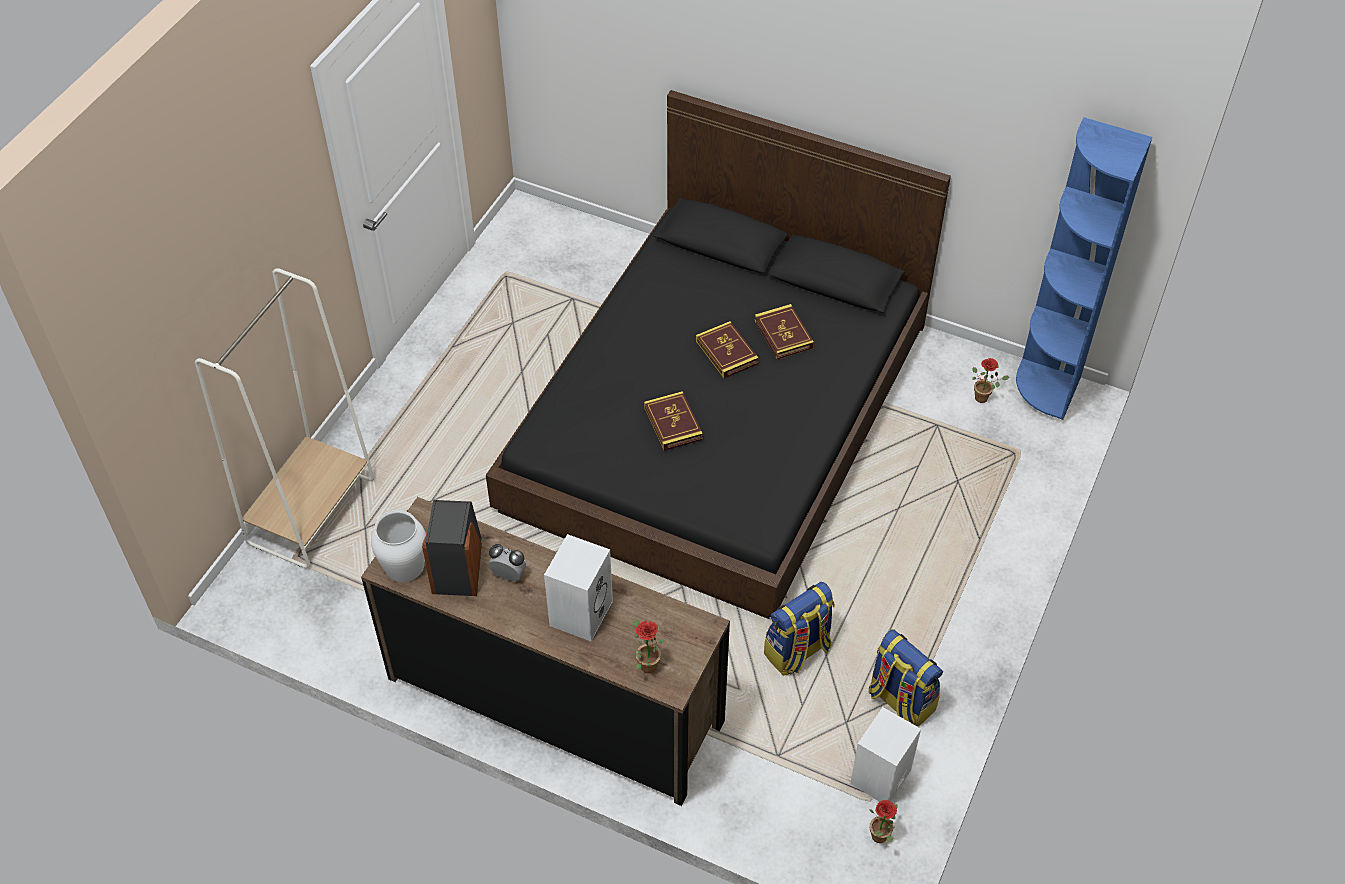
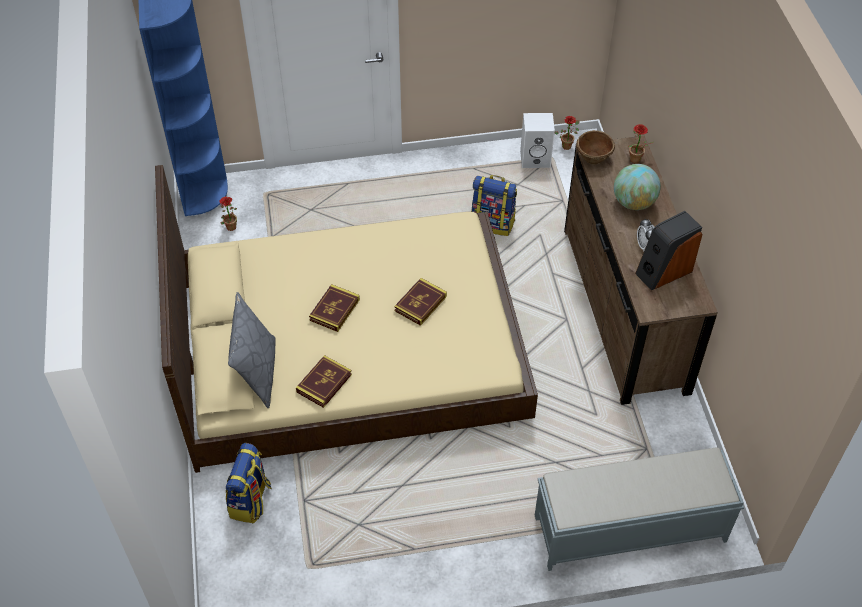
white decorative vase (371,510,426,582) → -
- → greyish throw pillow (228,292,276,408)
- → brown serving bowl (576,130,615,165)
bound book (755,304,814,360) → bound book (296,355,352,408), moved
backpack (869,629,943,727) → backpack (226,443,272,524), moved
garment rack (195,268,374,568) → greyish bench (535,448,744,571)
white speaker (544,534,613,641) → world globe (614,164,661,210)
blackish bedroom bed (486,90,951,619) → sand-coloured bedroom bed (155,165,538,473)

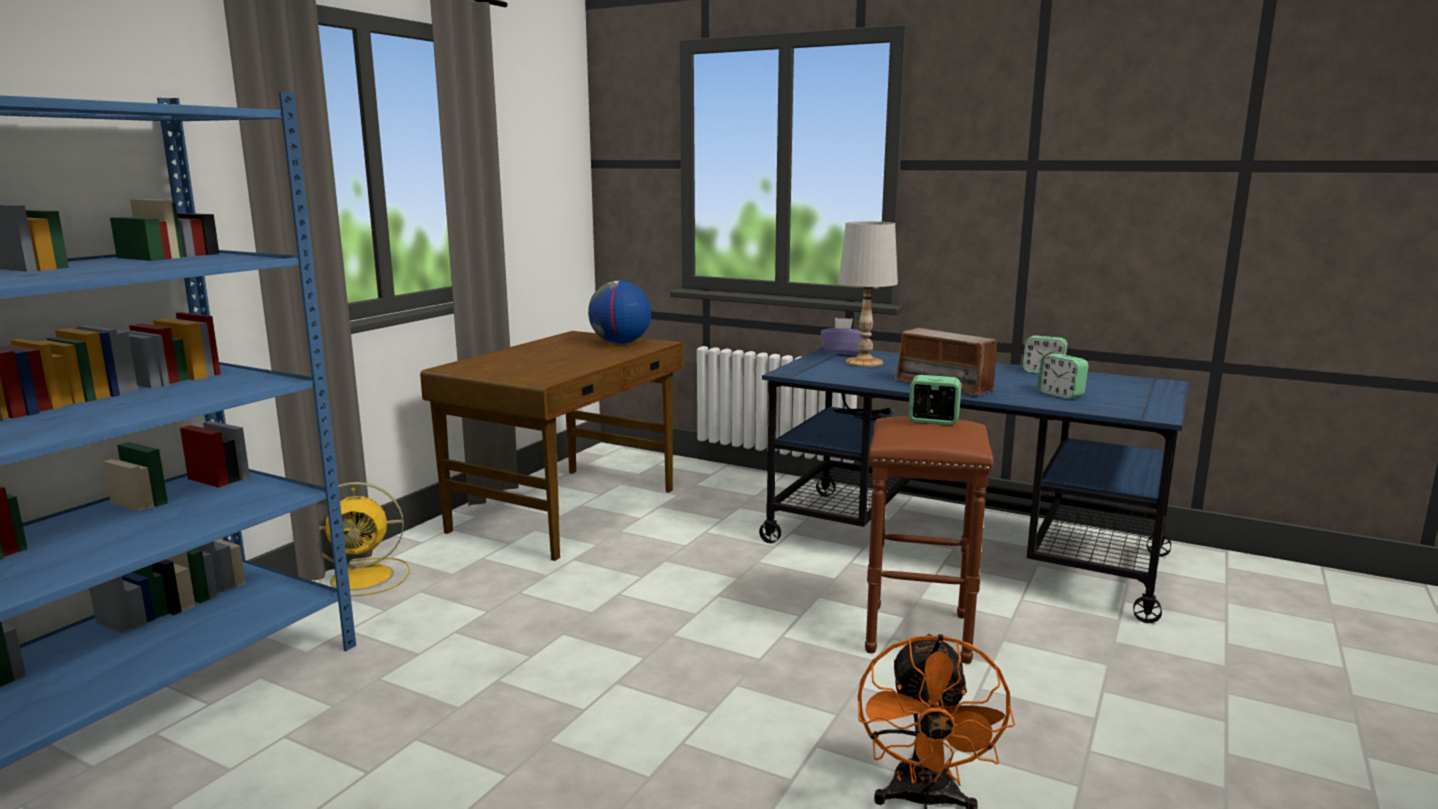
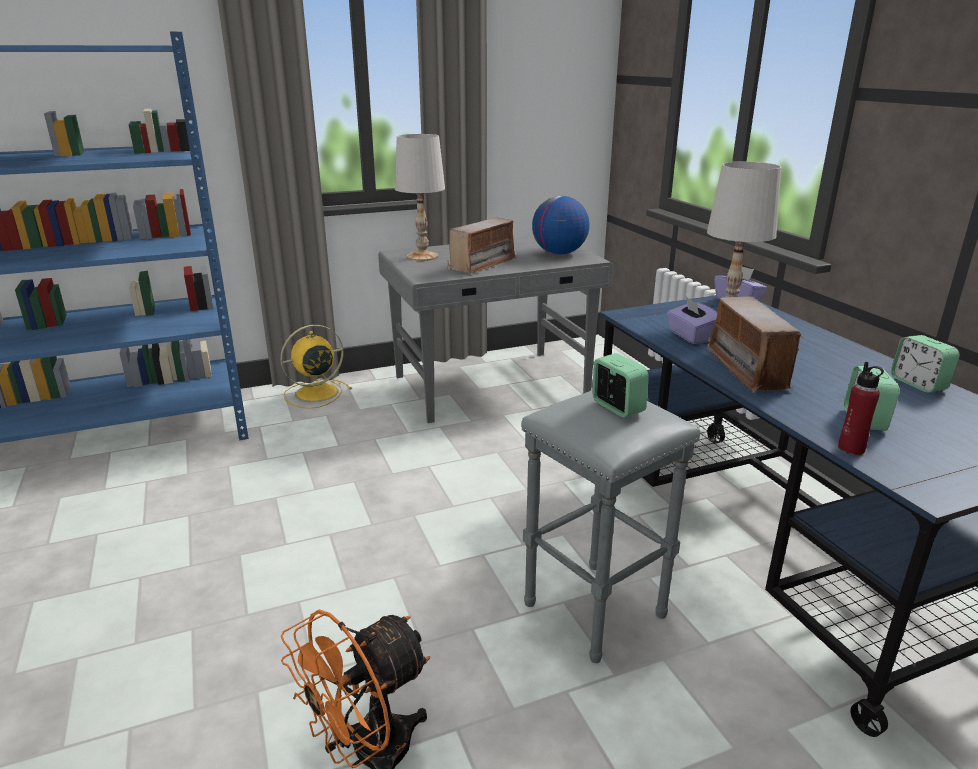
- → white lamp for a table (395,134,445,261)
- → radio receiver (447,217,516,274)
- → purplish tissue box (667,297,718,344)
- → red-coloured bottle (838,362,884,455)
brown desk unit (420,331,684,561) → greyish desk unit (378,236,613,423)
brown sitting stool (865,416,994,664) → greyish sitting stool (521,390,700,663)
yellowish fan (315,482,409,597) → yellowish fan (280,325,352,409), 120 degrees clockwise

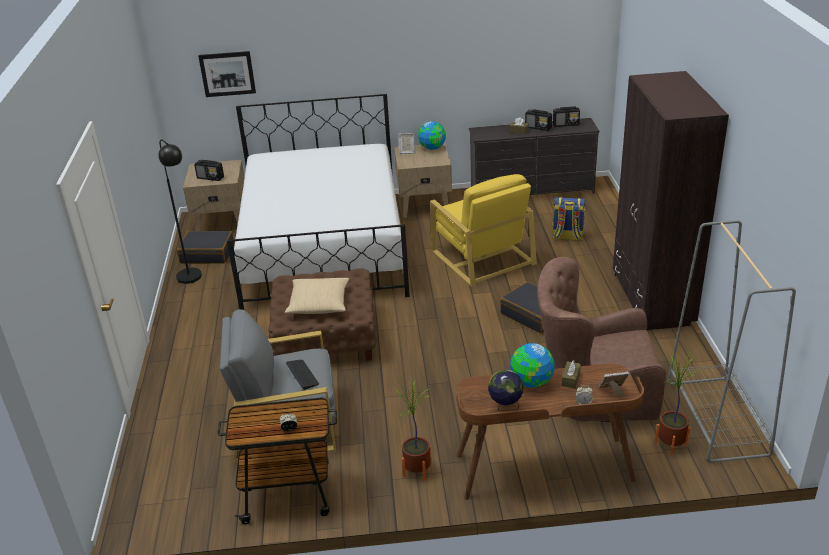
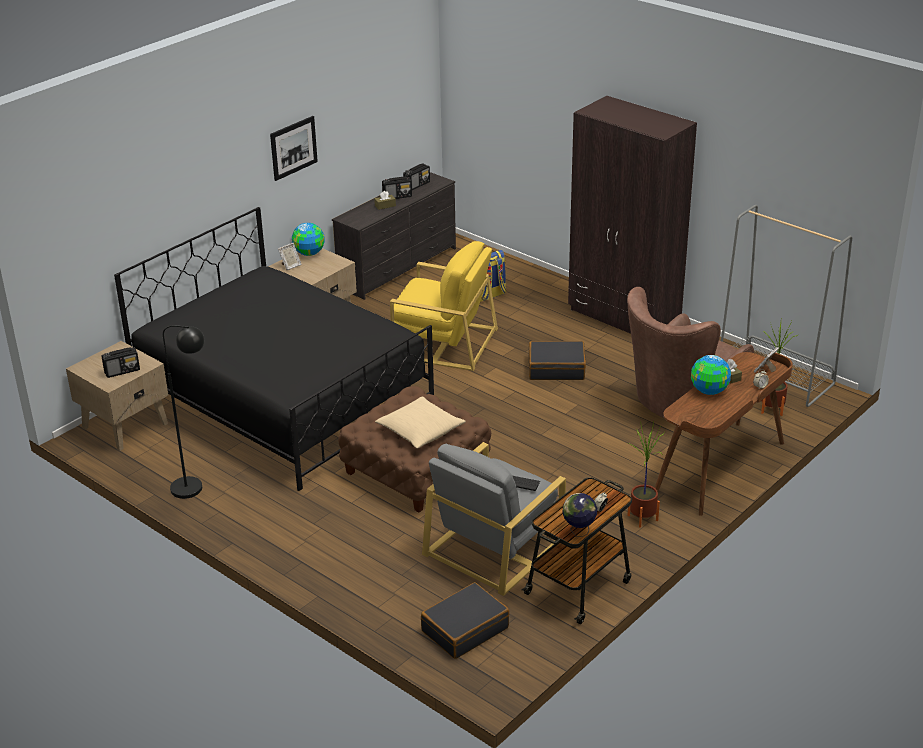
blackish piece of luggage (177,231,234,264) → blackish piece of luggage (421,582,509,659), moved
wall art (198,51,256,97) → wall art (270,116,318,181), moved
world globe (488,370,524,412) → world globe (562,493,597,537), moved
white bedroom bed (227,94,410,310) → blackish bedroom bed (114,207,434,491)

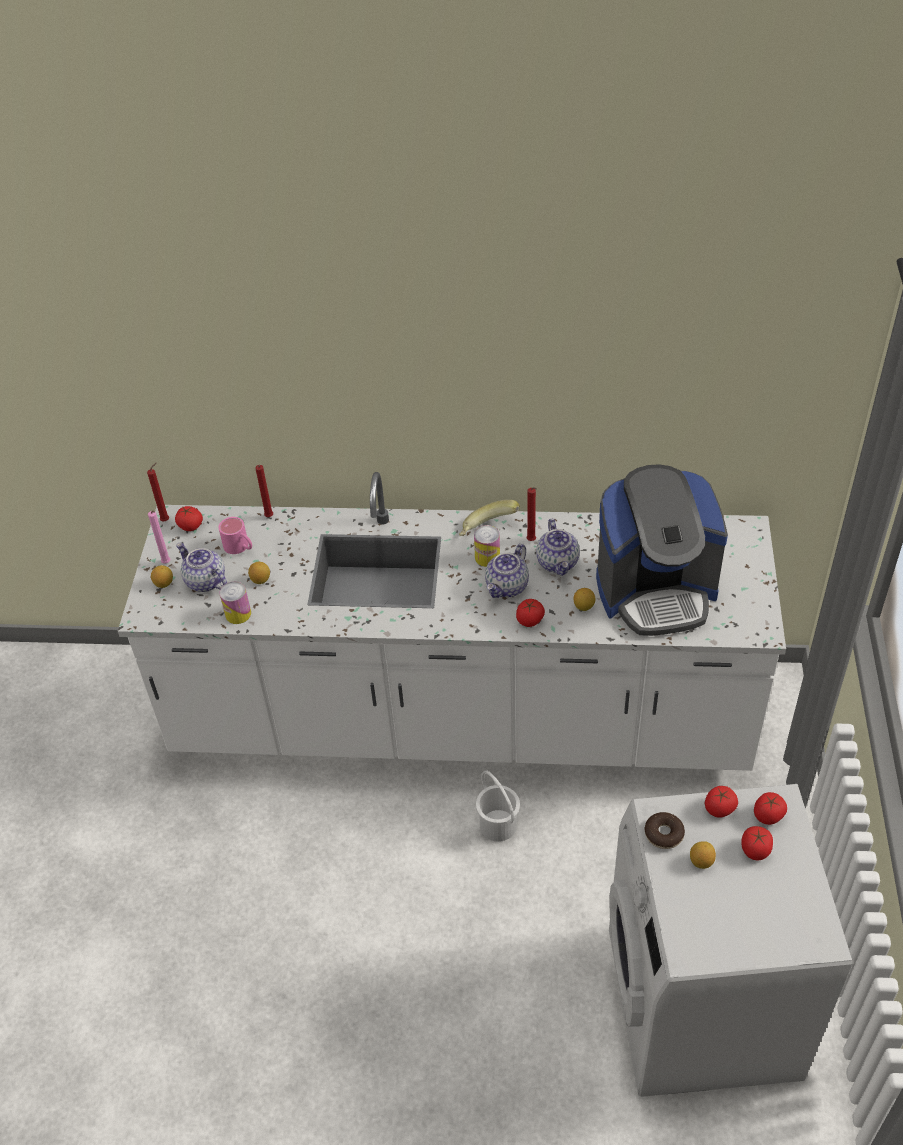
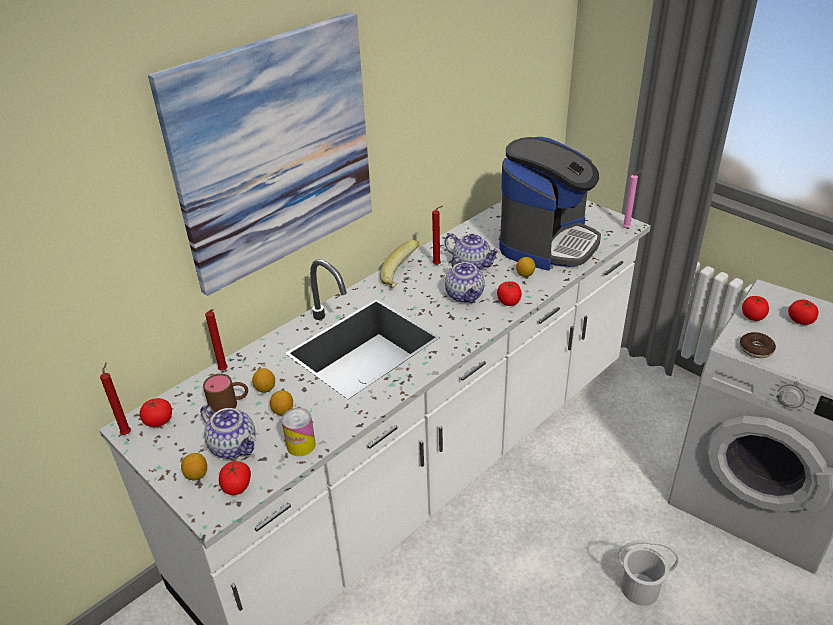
sealed can (474,525,500,567) → -
- → wall art (148,12,372,296)
pink-coloured wax candle (148,511,171,564) → pink-coloured wax candle (623,170,642,228), moved
white water bucket (476,771,520,842) → white water bucket (618,540,679,606), moved
lemon (690,841,716,869) → lemon (252,368,275,393), moved
fresh tomato (754,792,787,825) → fresh tomato (219,461,251,495), moved
pink-coloured coffee mug (219,517,252,554) → brown coffee mug (203,374,248,412)
teapot (176,543,227,592) → teapot (200,405,256,459), 135 degrees counterclockwise

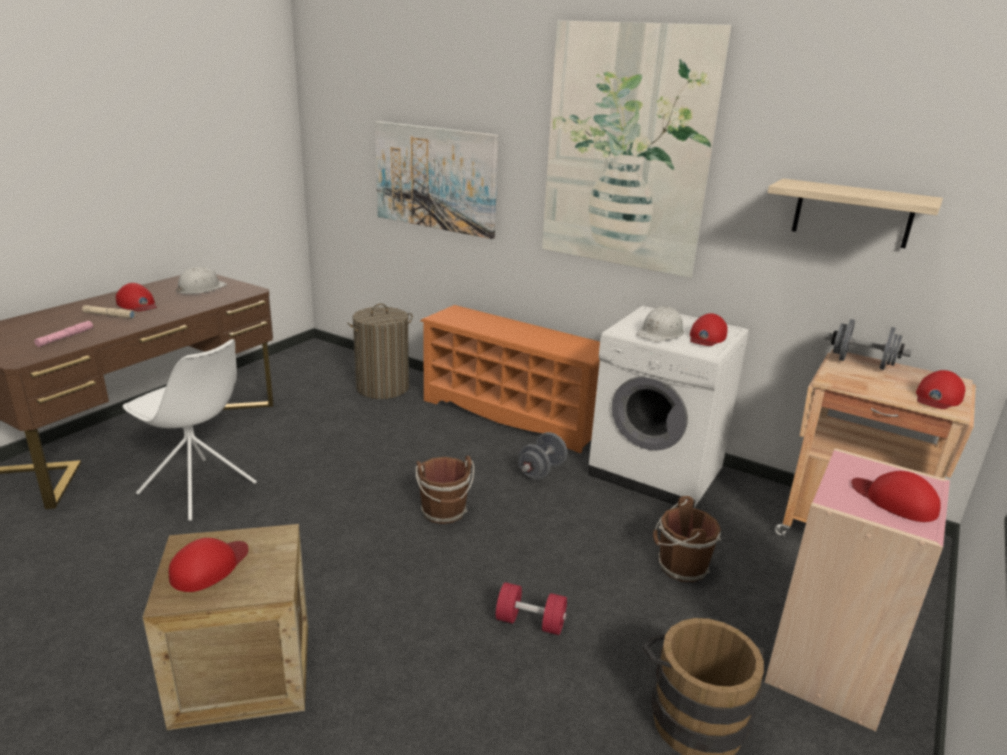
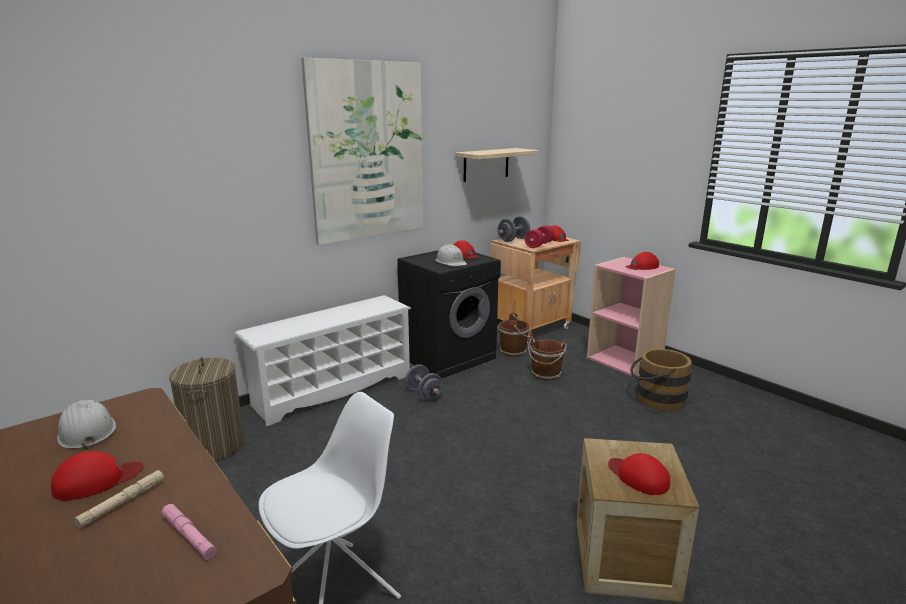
wall art (375,121,499,239) → -
brown water bucket (416,456,474,524) → brown water bucket (498,313,532,357), moved
red-coloured dumbbell (496,582,567,635) → red-coloured dumbbell (525,225,554,248), moved
orange shoe shelf (420,305,600,453) → white shoe shelf (234,295,412,426)
white laundry machine (588,306,749,508) → blackish laundry machine (397,250,501,378)

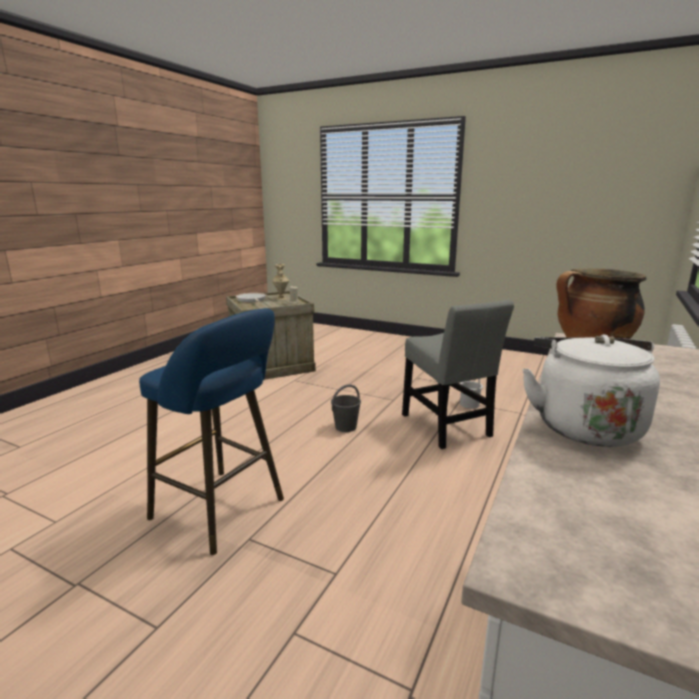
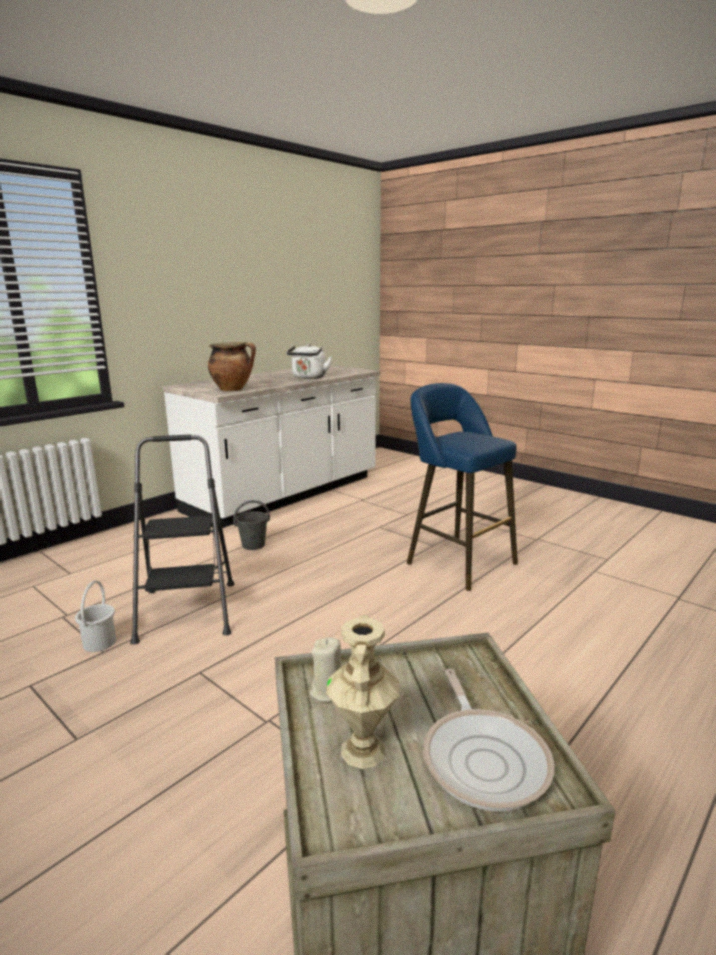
greyish water bucket (331,384,361,432) → greyish water bucket (234,500,270,550), moved
greyish chair (402,300,514,449) → blackish step ladder (130,435,235,645)

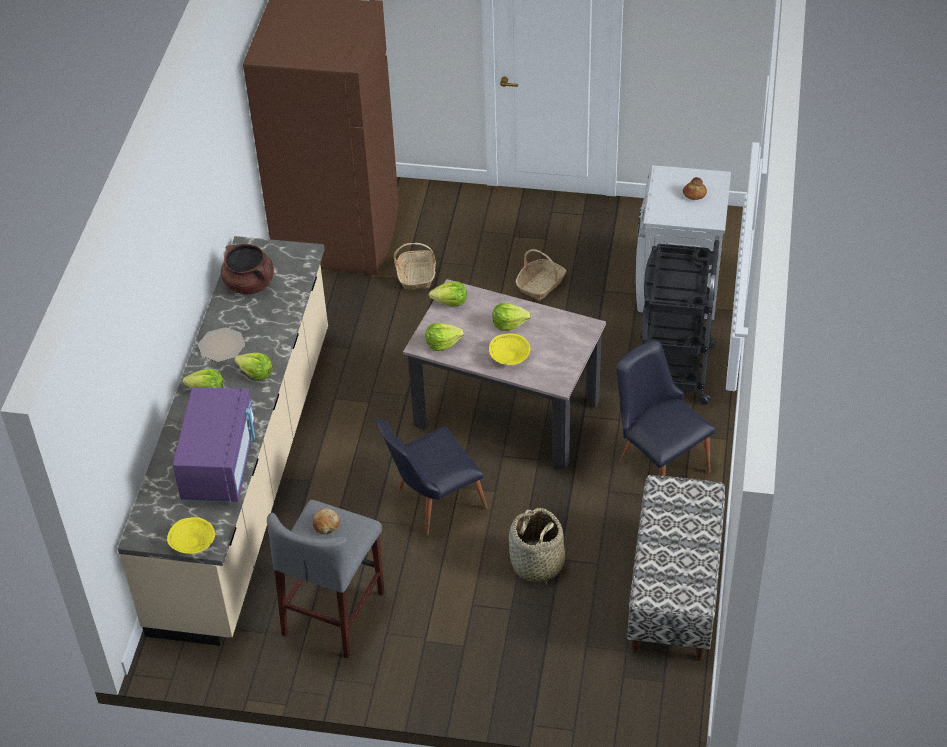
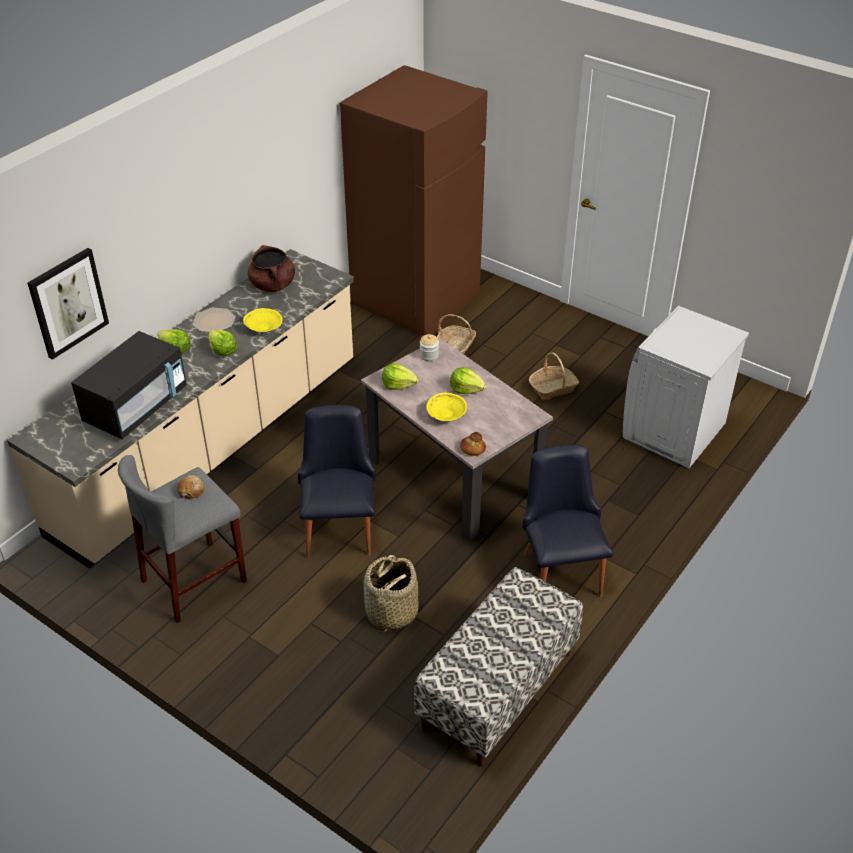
blackish wheeled cart (640,236,719,405) → -
- → wall art (28,248,109,360)
yellowish serving bowl (167,517,215,554) → yellowish serving bowl (243,308,283,332), moved
bread (683,177,707,200) → bread (460,432,486,456), moved
lettuce head (429,281,467,306) → preserve jar (420,334,439,361)
purplish kitchen microwave (173,387,255,502) → blackish kitchen microwave (71,331,187,439)
blackish chair (376,418,488,535) → blackish chair (298,405,376,558), 90 degrees clockwise

